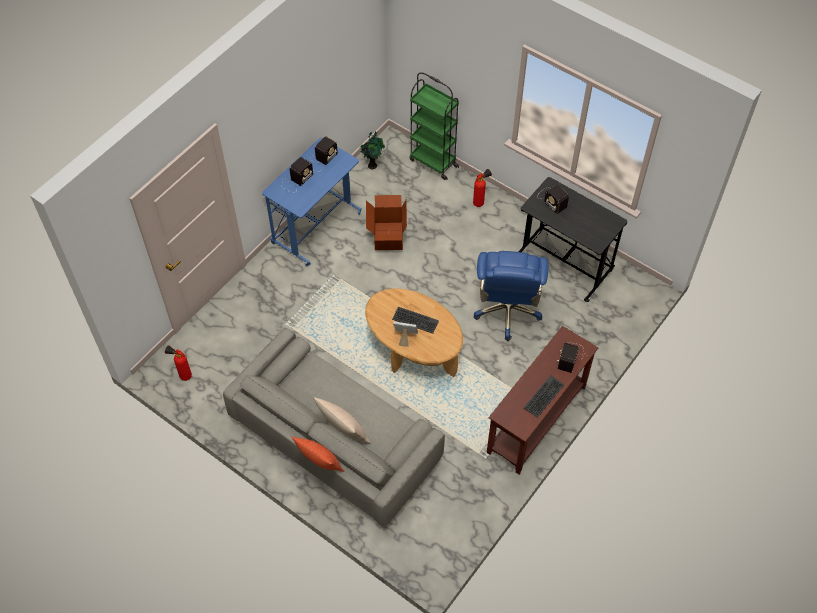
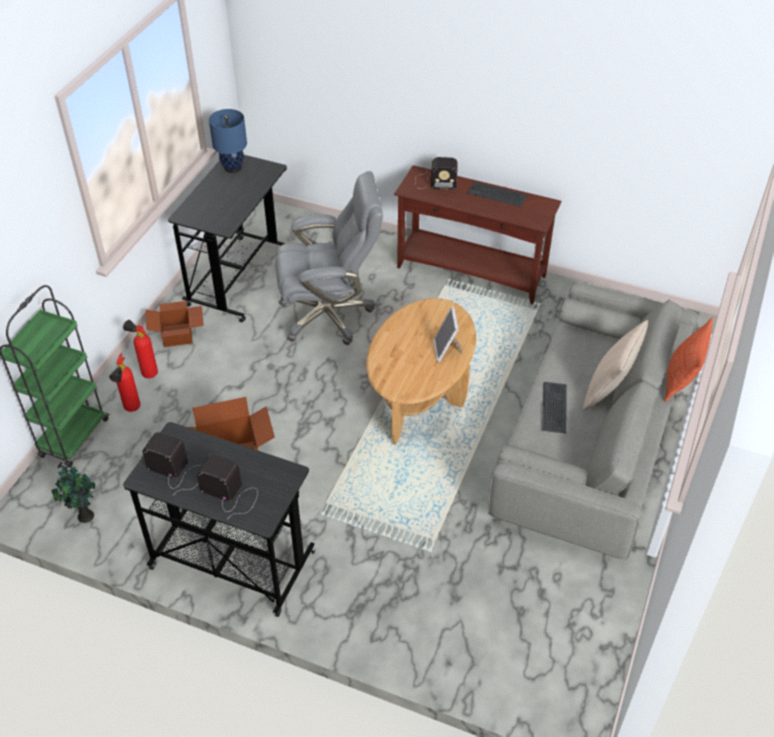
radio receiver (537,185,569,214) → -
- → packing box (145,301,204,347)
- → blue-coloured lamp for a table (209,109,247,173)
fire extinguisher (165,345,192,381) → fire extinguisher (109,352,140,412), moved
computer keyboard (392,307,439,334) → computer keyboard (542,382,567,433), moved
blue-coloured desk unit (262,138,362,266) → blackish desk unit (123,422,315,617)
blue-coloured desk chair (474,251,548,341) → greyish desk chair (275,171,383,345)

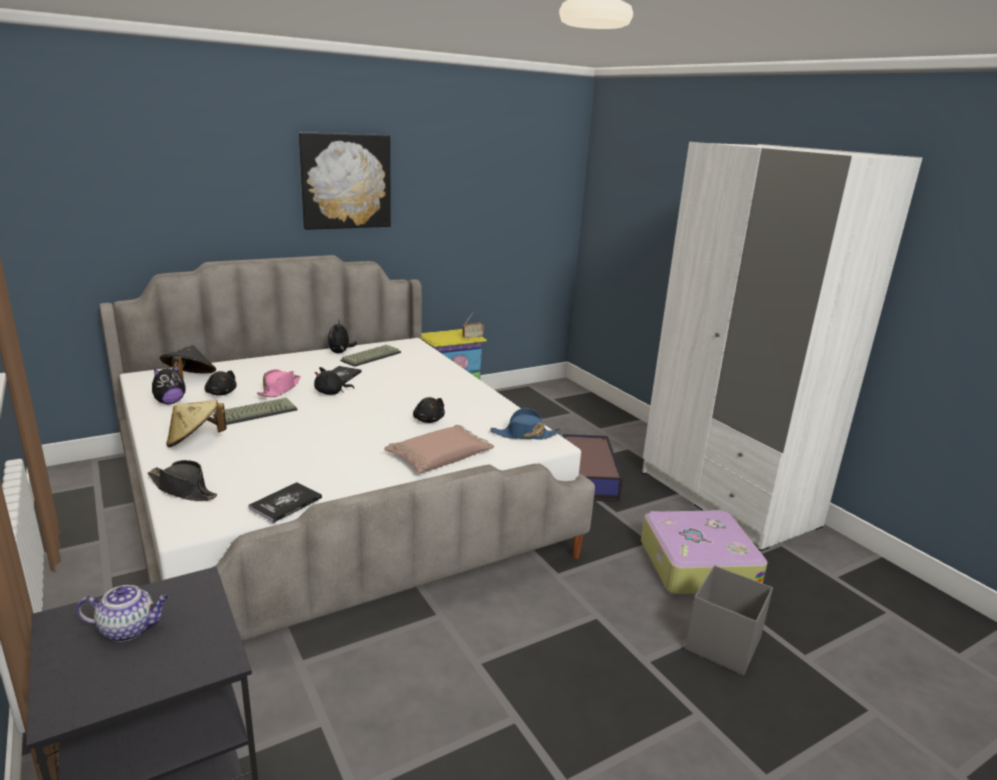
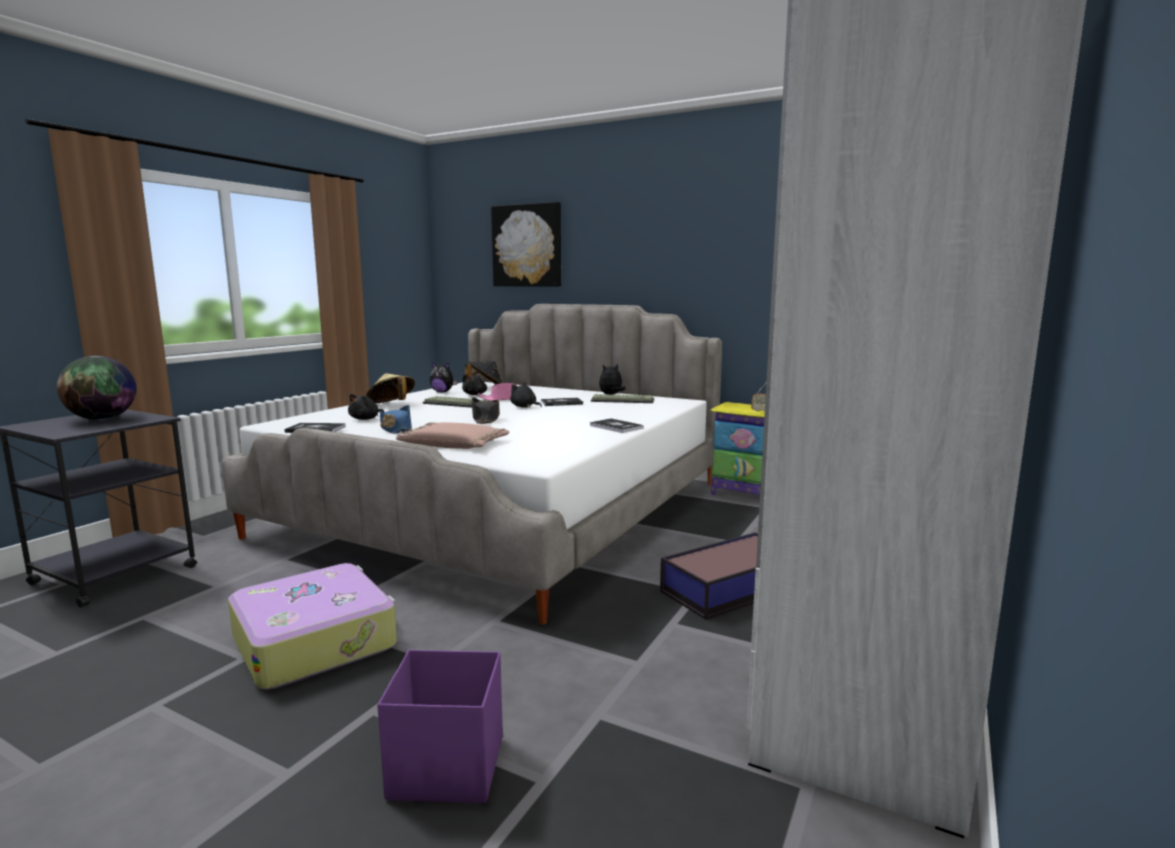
- → bound book (590,418,644,433)
blackish clothing hat (147,460,217,501) → blackish clothing hat (471,397,500,424), moved
wall art (299,132,391,230) → wall art (491,202,561,287), moved
blackish cuddly toy (413,397,445,423) → blackish cuddly toy (348,394,384,420), moved
blue-coloured clothing hat (490,408,562,440) → blue-coloured clothing hat (380,405,412,434), moved
piece of luggage (641,510,768,595) → piece of luggage (228,563,397,689), moved
teapot (76,585,169,642) → world globe (57,356,136,420)
greyish storage box (685,565,773,675) → purplish storage box (377,650,503,803)

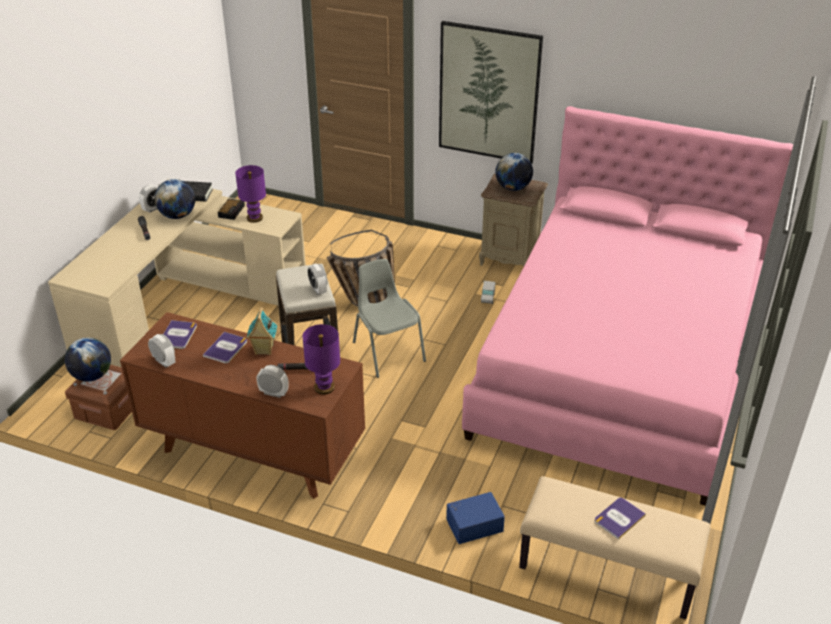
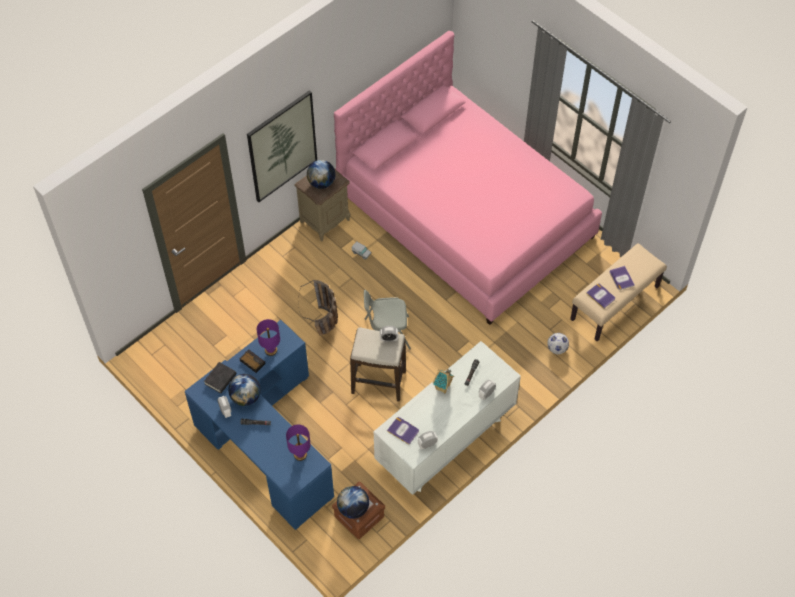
bound book (203,332,247,363) → bound book (586,283,615,309), moved
purplish lamp for a table (302,324,340,395) → purplish lamp for a table (286,425,311,461), moved
blue-coloured storage box (446,492,505,544) → football (547,333,569,354)
sand-coloured desk unit (48,179,306,367) → blue-coloured desk unit (185,320,334,530)
brown dresser (120,312,365,499) → white dresser (373,341,521,495)

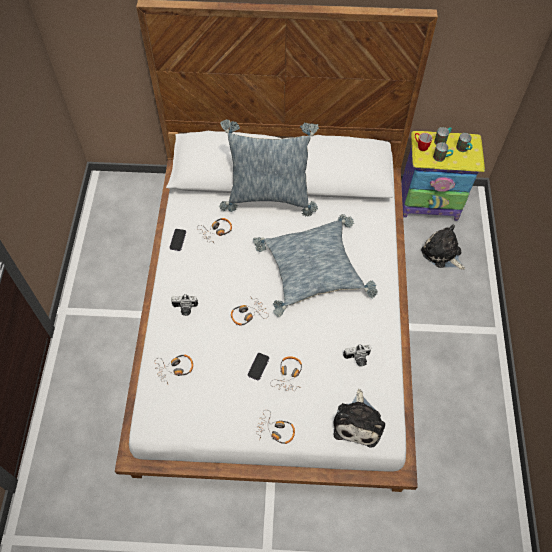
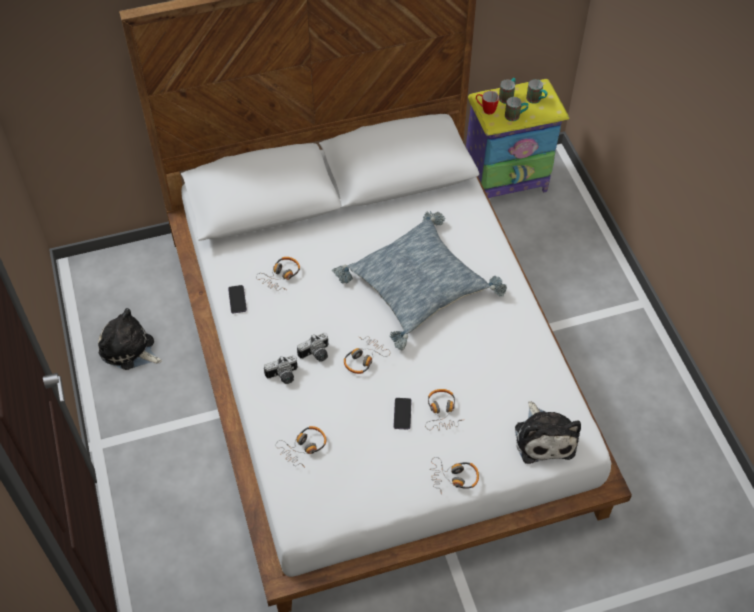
throw pillow (219,119,319,216) → -
still camera (343,344,371,367) → still camera (297,333,328,362), moved
cuddly toy (421,224,465,270) → cuddly toy (98,308,162,370), moved

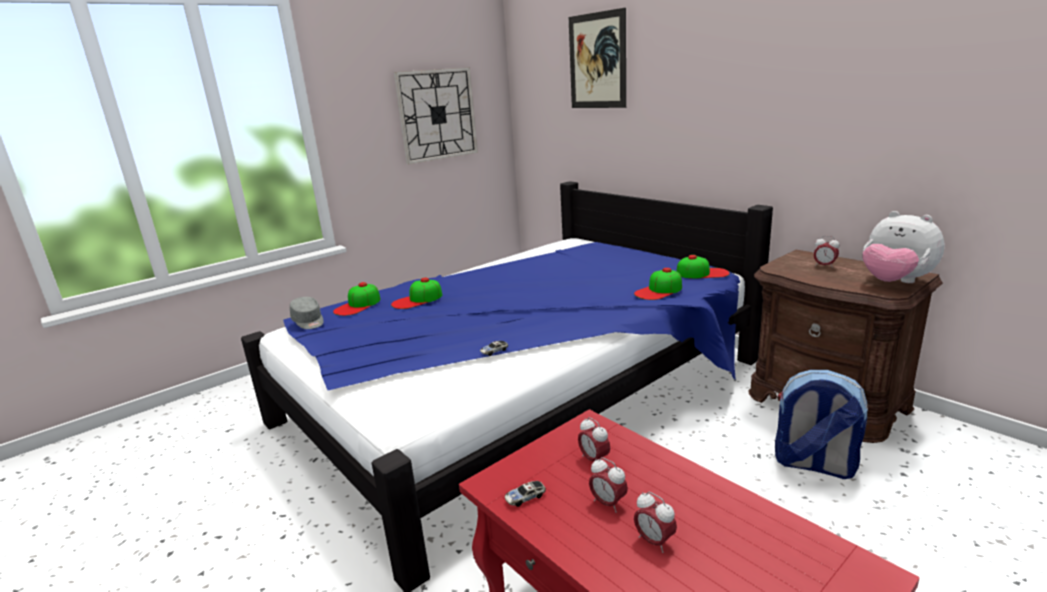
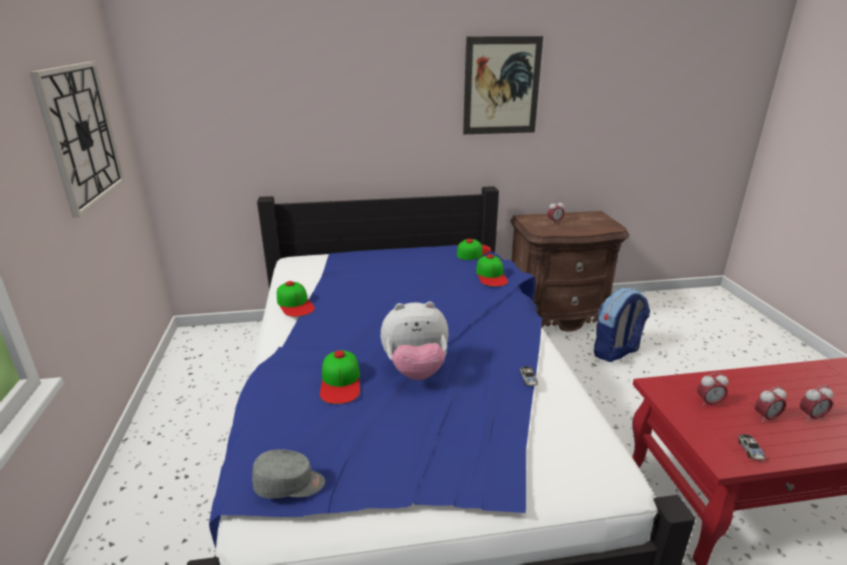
baseball cap (333,282,381,316) → baseball cap (277,281,315,317), moved
wall art (569,8,626,108) → wall art (463,36,543,134), moved
cuddly toy (862,211,945,283) → cuddly toy (381,302,449,380), moved

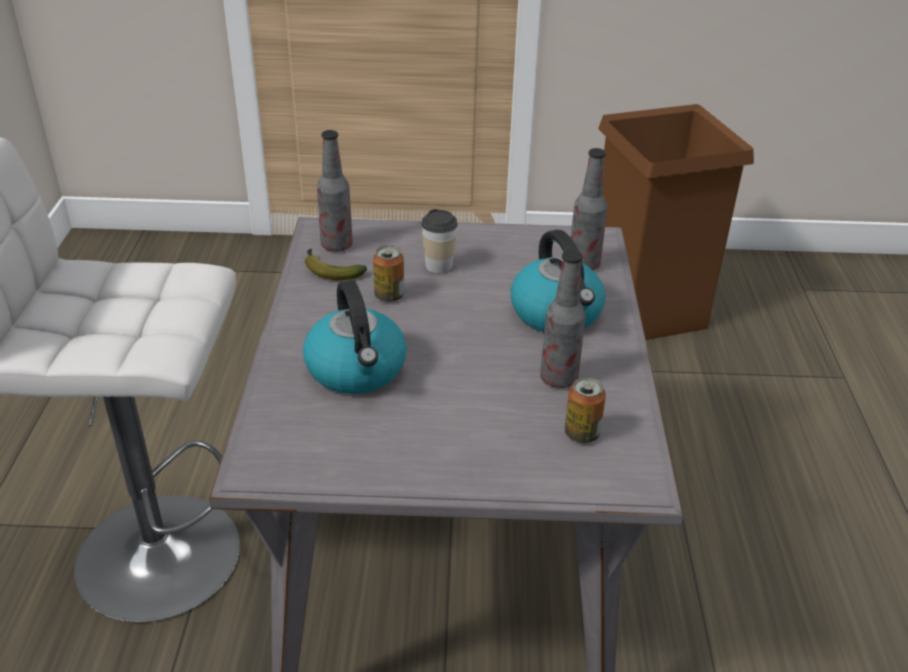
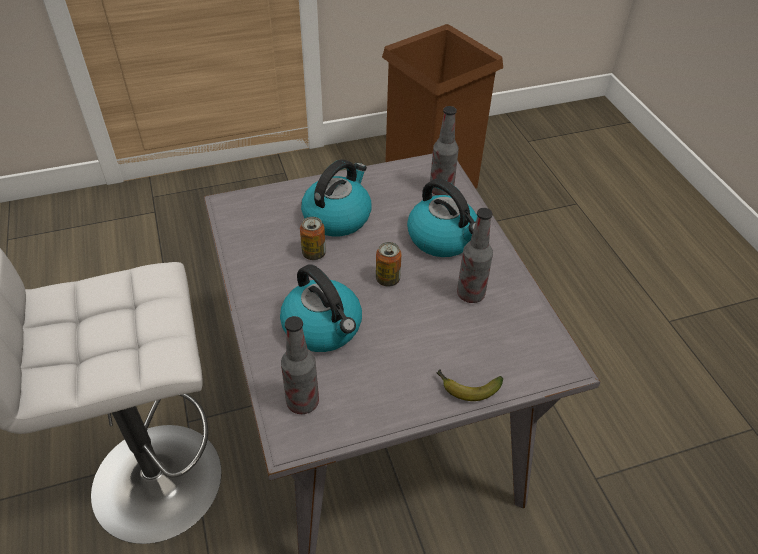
banana (305,249,367,280) → banana (436,369,503,401), moved
bottle (317,130,353,252) → bottle (281,316,319,414), moved
sealed can (565,377,606,443) → sealed can (376,242,402,287), moved
small cup (421,209,458,273) → water kettle (301,159,372,236)

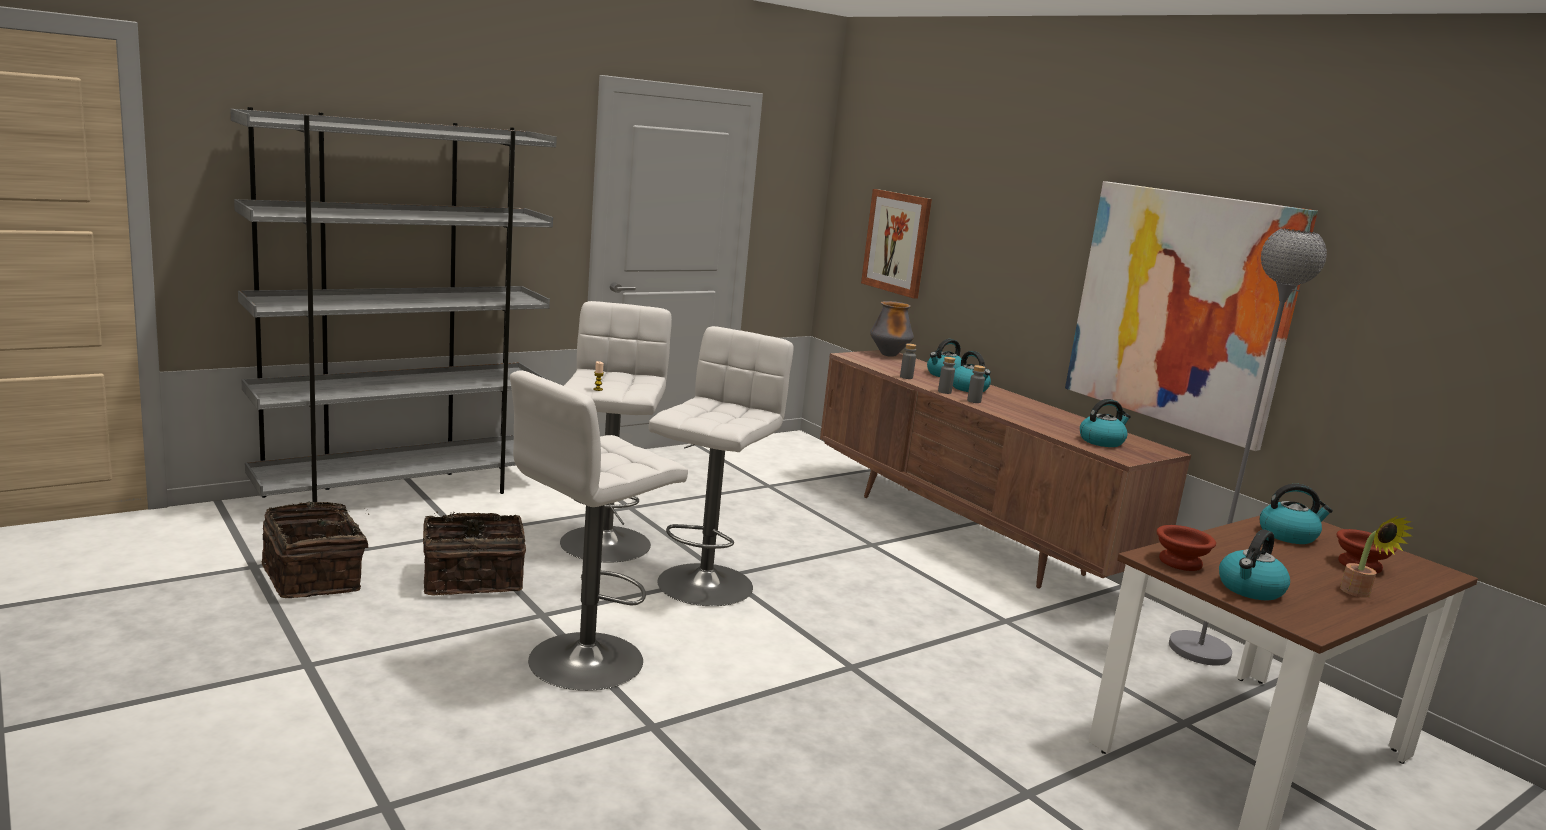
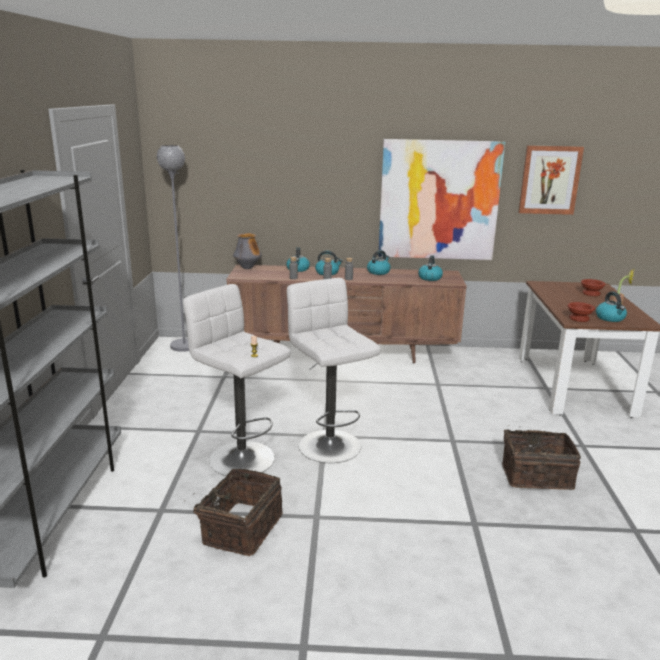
white sitting stool (510,371,688,691) → -
household basket (262,502,370,598) → household basket (502,425,581,490), moved
wall art (861,189,932,299) → wall art (518,145,584,215), moved
greyish standard lamp (1169,228,1327,666) → greyish standard lamp (157,145,189,352), moved
water kettle (1260,484,1333,544) → water kettle (367,250,391,275), moved

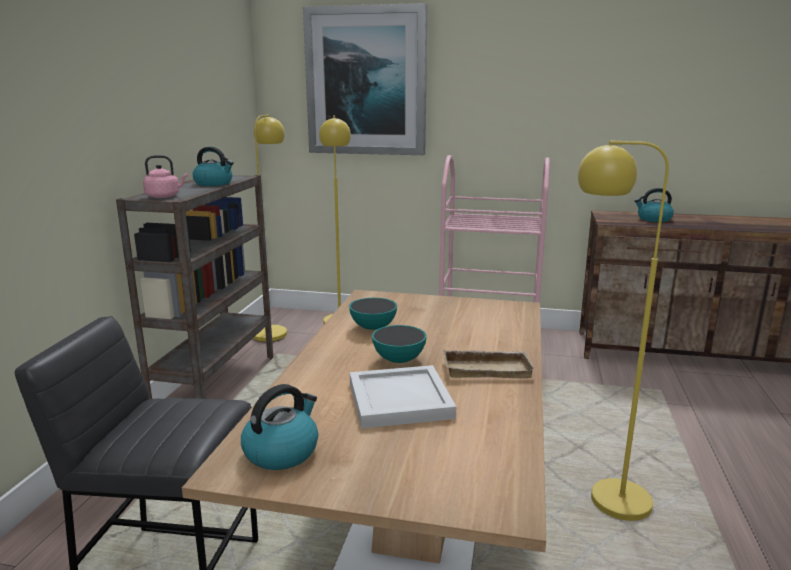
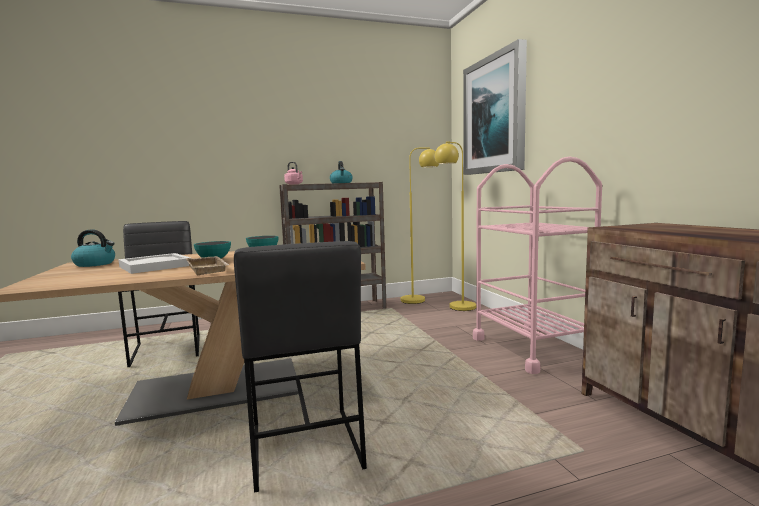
water kettle (635,188,674,222) → -
yellowish standard lamp (578,141,669,521) → greyish sitting stool (234,241,367,493)

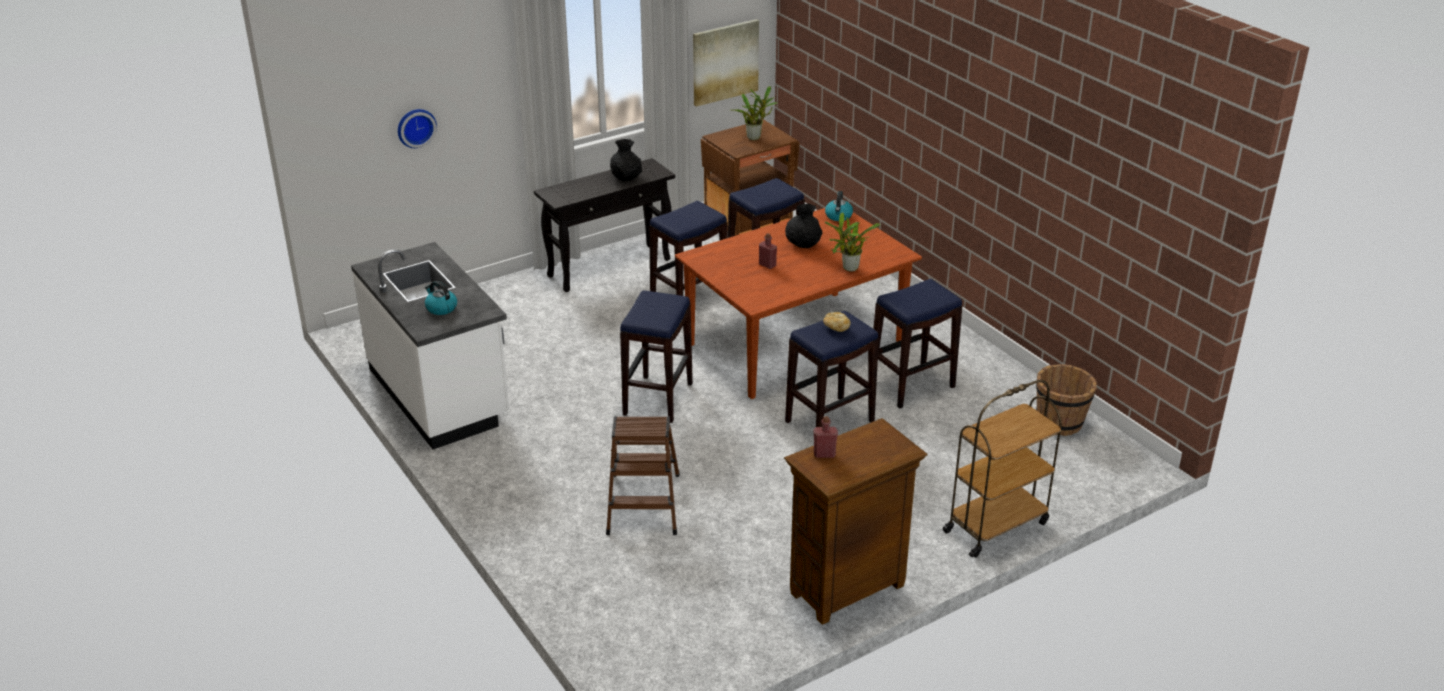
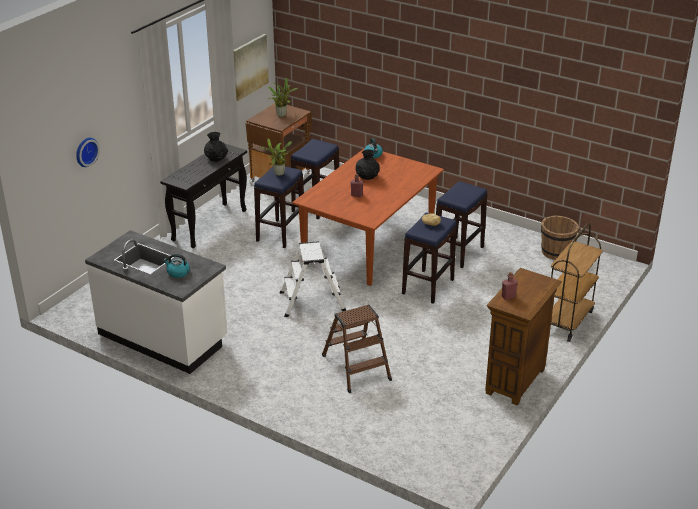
potted plant (825,213,880,272) → potted plant (259,139,292,176), moved
sitting stool (620,291,693,423) → white step ladder (280,241,346,317)

